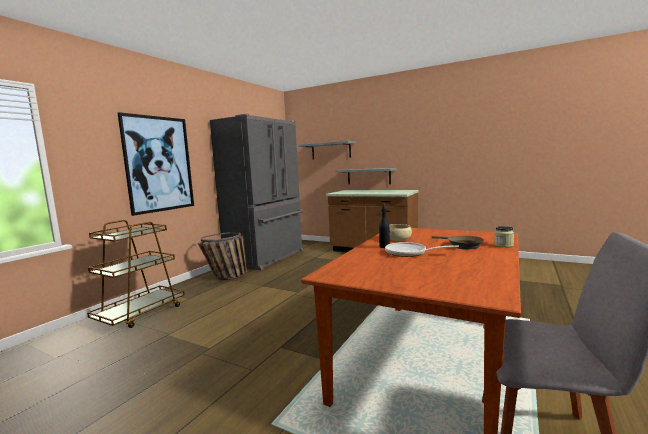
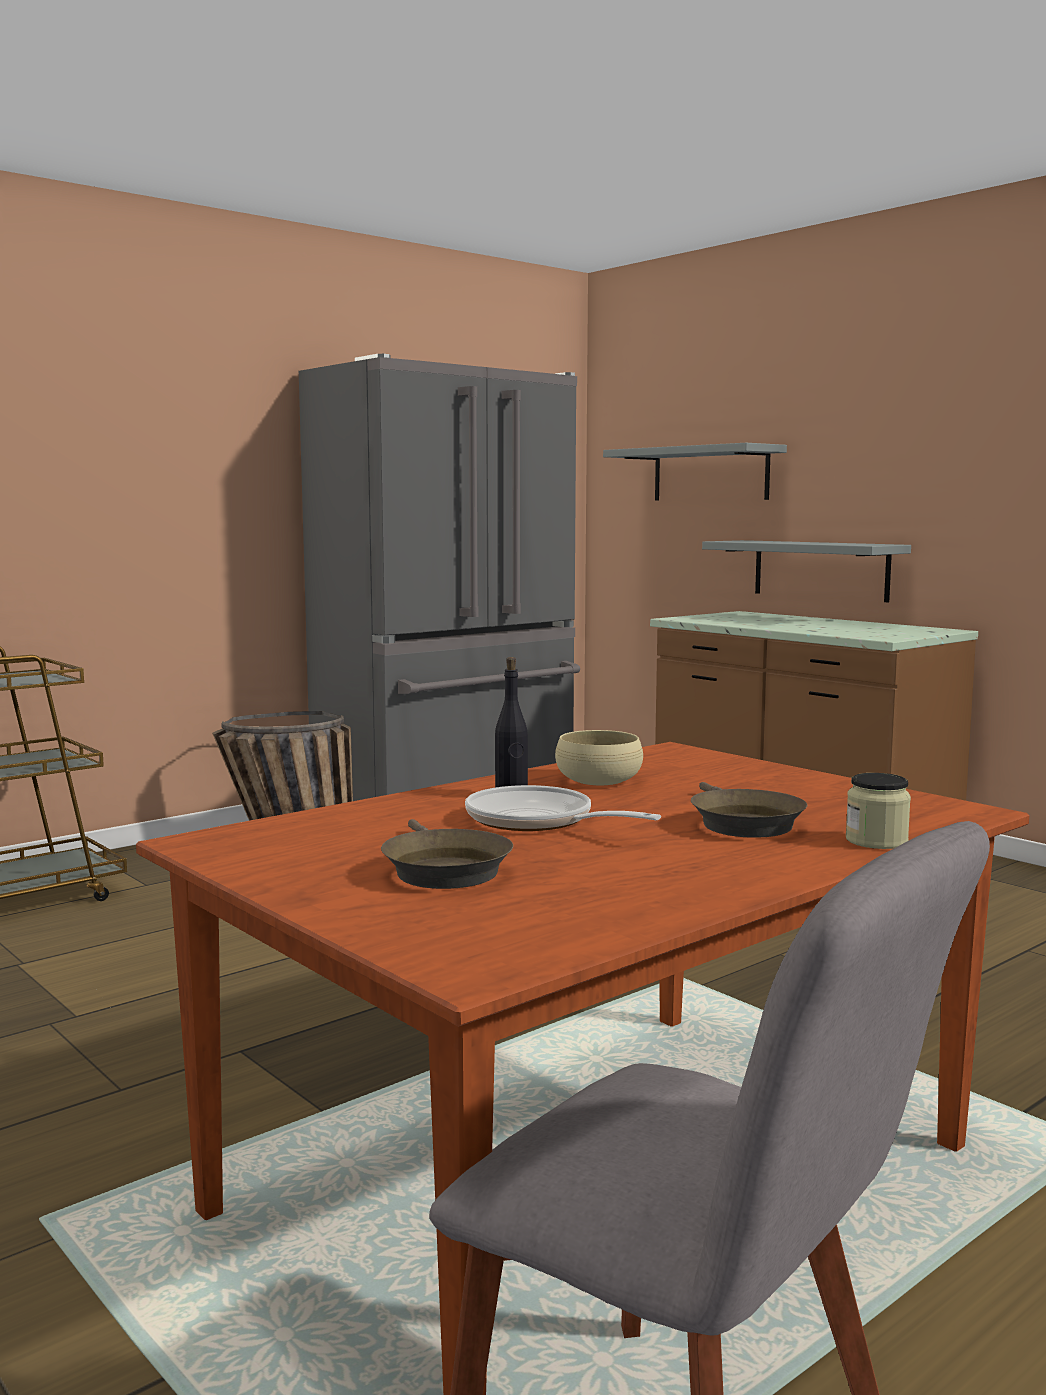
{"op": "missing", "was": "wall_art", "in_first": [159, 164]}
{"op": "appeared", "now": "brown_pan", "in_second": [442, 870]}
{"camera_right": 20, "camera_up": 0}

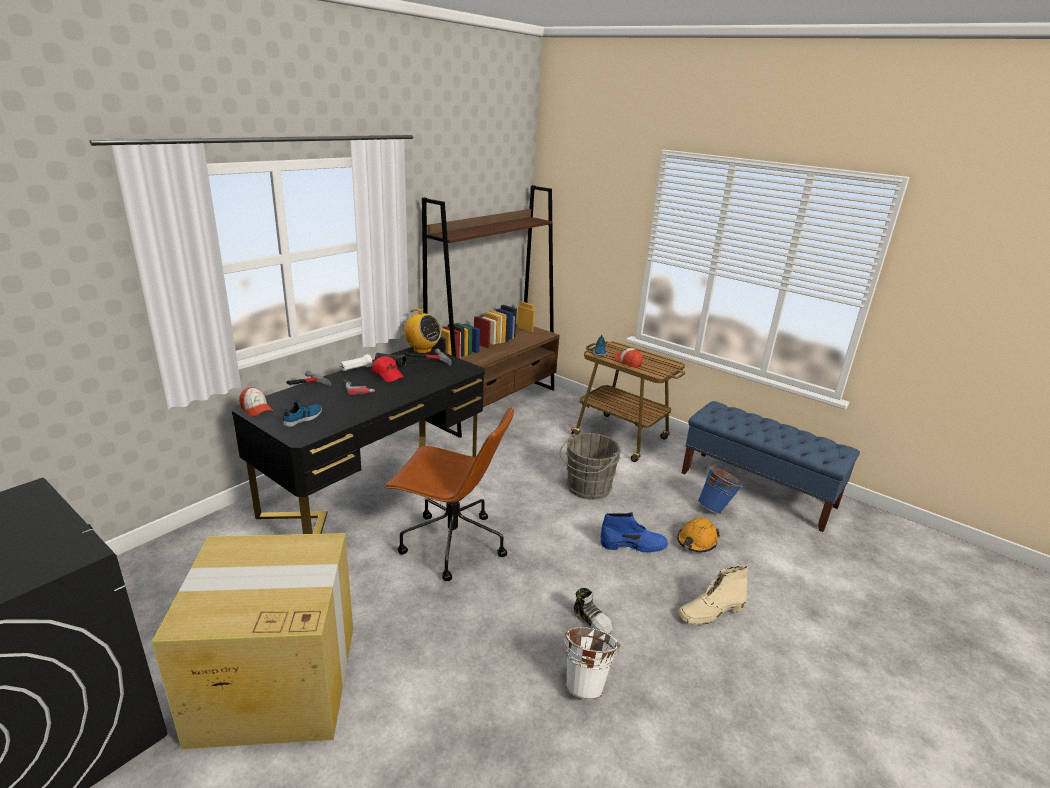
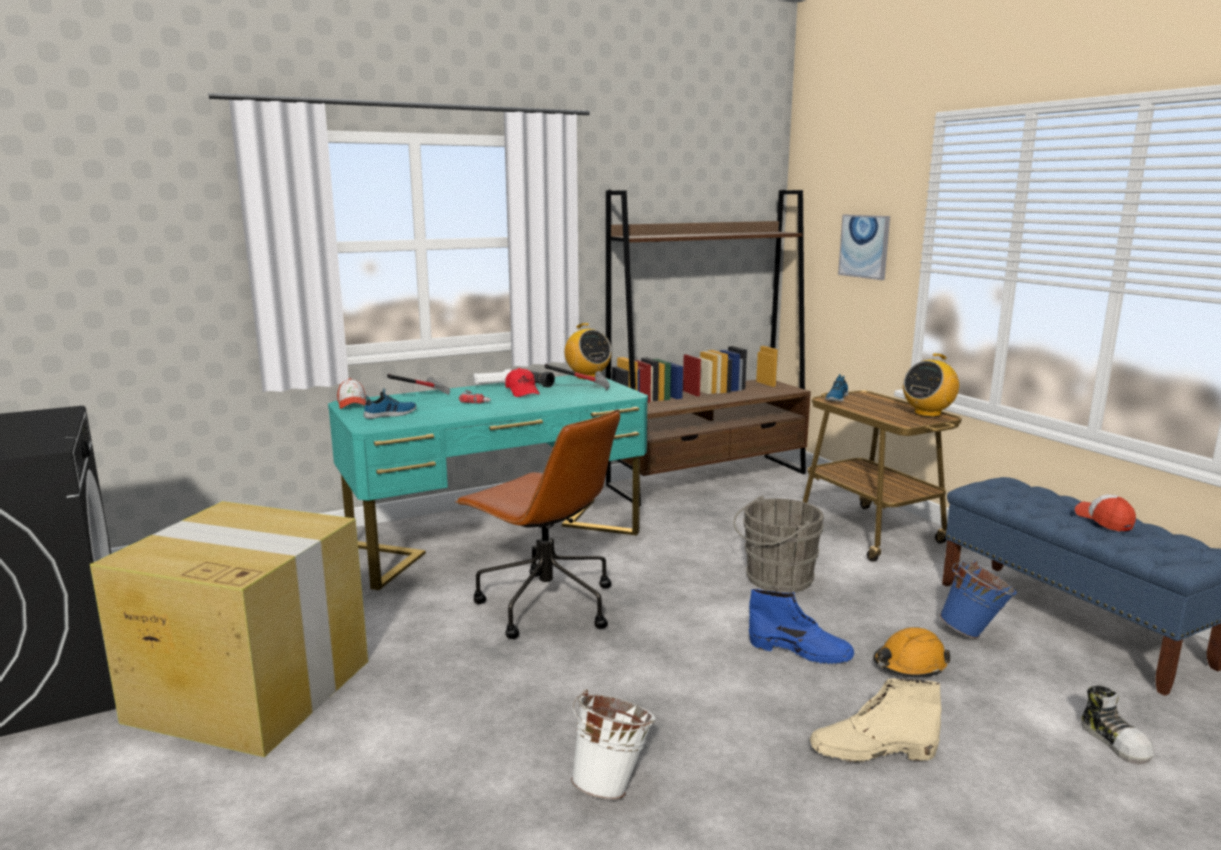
{"op": "colour", "was": "blackish_desk_table", "now": "blue-green_desk_table", "in_first": [375, 488], "in_second": [496, 539]}
{"op": "relocated", "was": "baseball_cap", "in_first": [627, 362], "in_second": [1104, 520]}
{"op": "relocated", "was": "item_of_footwear", "in_first": [592, 621], "in_second": [1115, 741]}
{"op": "appeared", "now": "wall_art", "in_second": [864, 246]}
{"op": "appeared", "now": "radio", "in_second": [927, 413]}
{"camera_right": 25, "camera_up": -10}

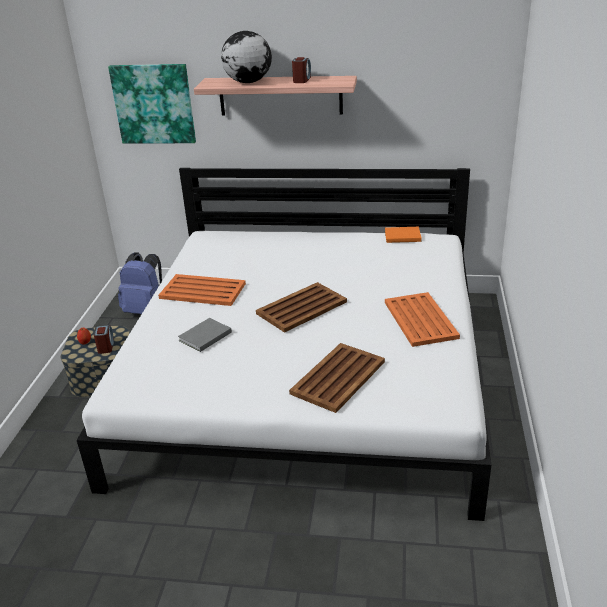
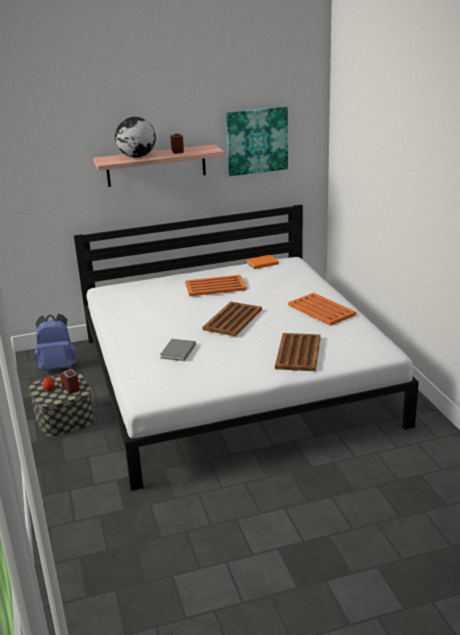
{"op": "relocated", "was": "wall_art", "in_first": [154, 104], "in_second": [257, 140]}
{"op": "relocated", "was": "orange_carrying_tray", "in_first": [202, 291], "in_second": [214, 286]}
{"camera_right": -25, "camera_up": -5}

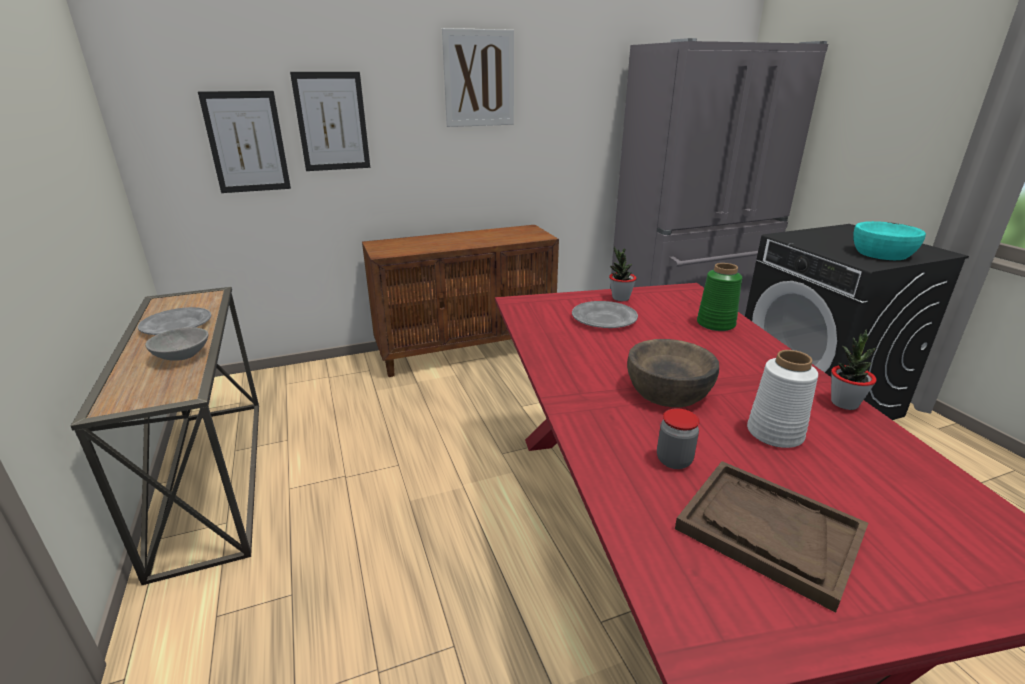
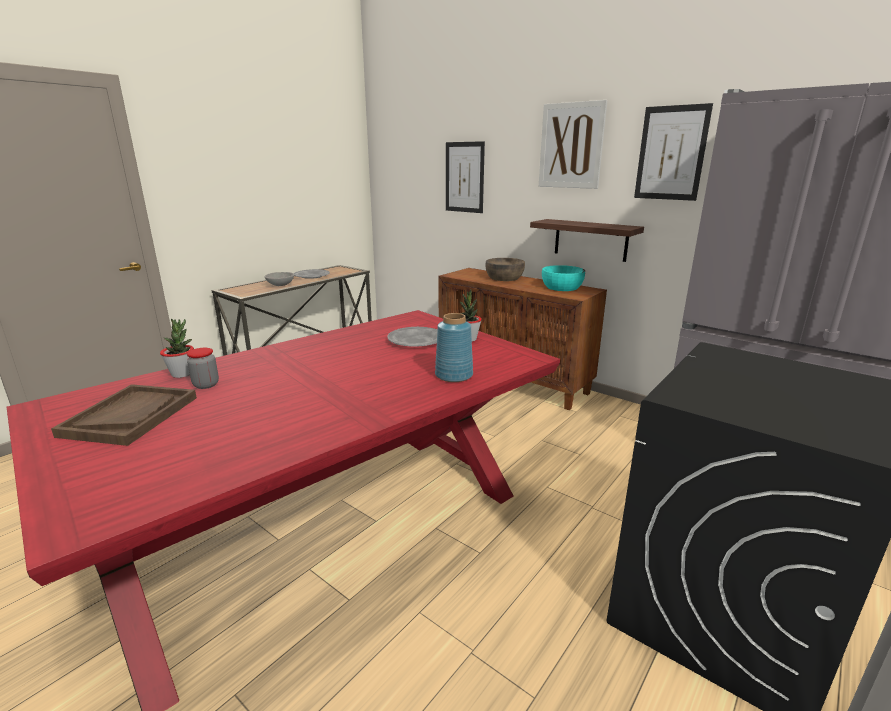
{"op": "relocated", "was": "wall_art", "in_first": [247, 142], "in_second": [671, 153]}
{"op": "relocated", "was": "blue-green_bowl", "in_first": [881, 253], "in_second": [562, 287]}
{"op": "colour", "was": "green-coloured_flower_vase", "now": "blue_flower_vase", "in_first": [715, 324], "in_second": [453, 375]}
{"op": "relocated", "was": "plant_in_a_pot", "in_first": [844, 403], "in_second": [182, 374]}
{"op": "relocated", "was": "brown_bowl", "in_first": [668, 390], "in_second": [504, 278]}
{"op": "missing", "was": "whitish_flower_vase", "in_first": [774, 433]}
{"op": "appeared", "now": "bracket_shelf", "in_second": [590, 240]}
{"camera_right": 60, "camera_up": -5}

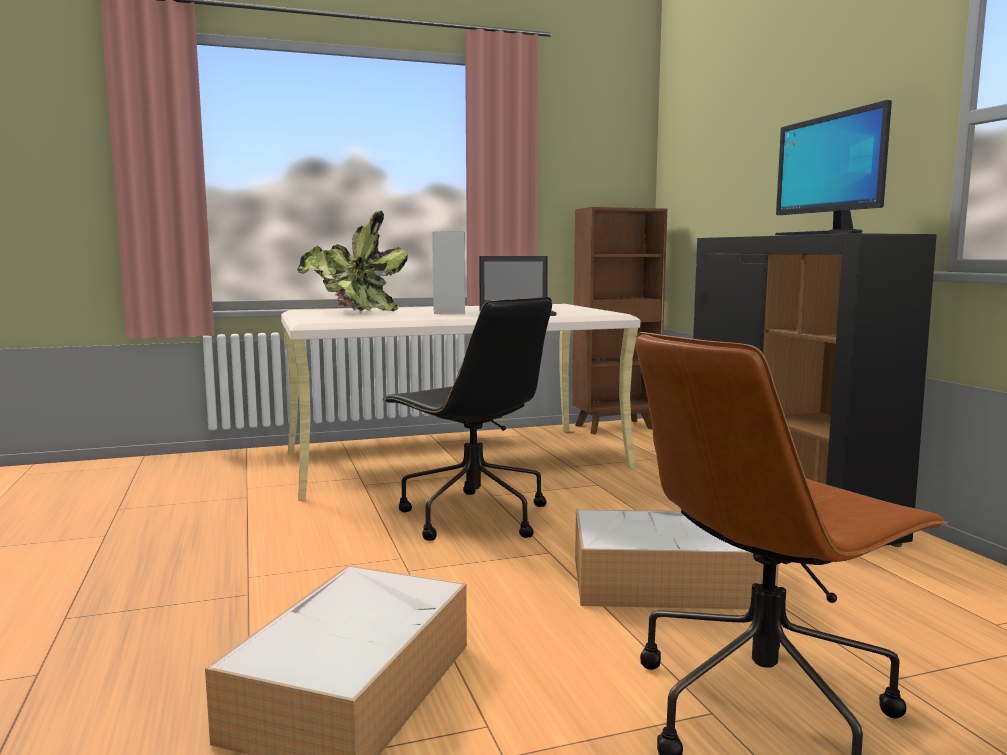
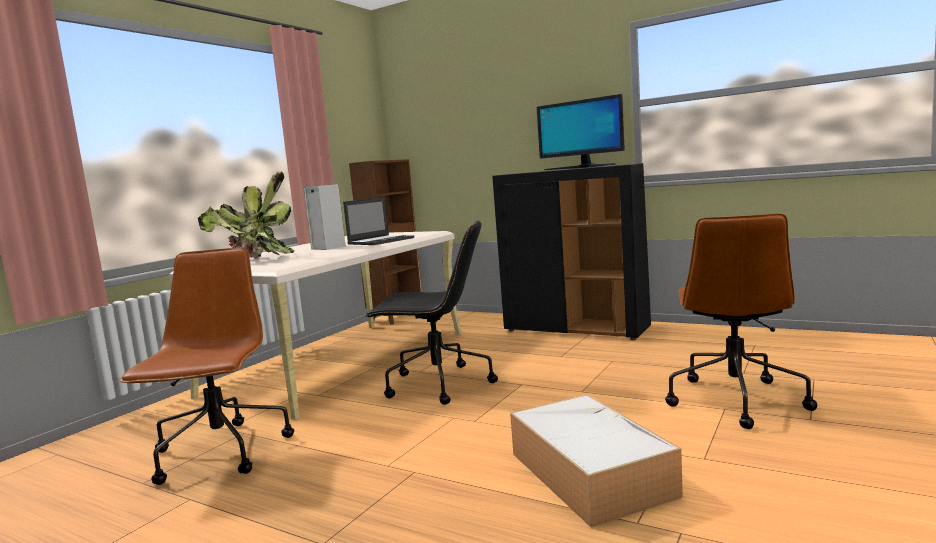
{"op": "missing", "was": "storage_box", "in_first": [664, 582]}
{"op": "appeared", "now": "brown_desk_chair", "in_second": [221, 453]}
{"camera_right": -40, "camera_up": 0}

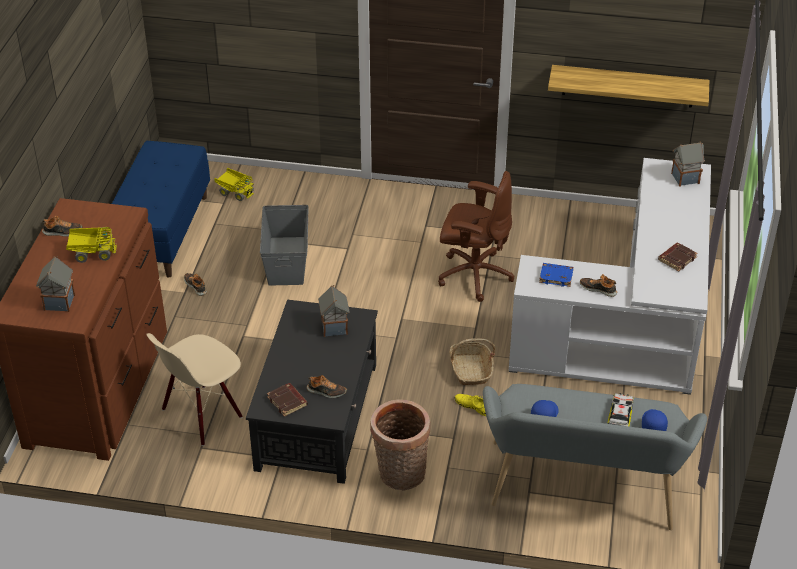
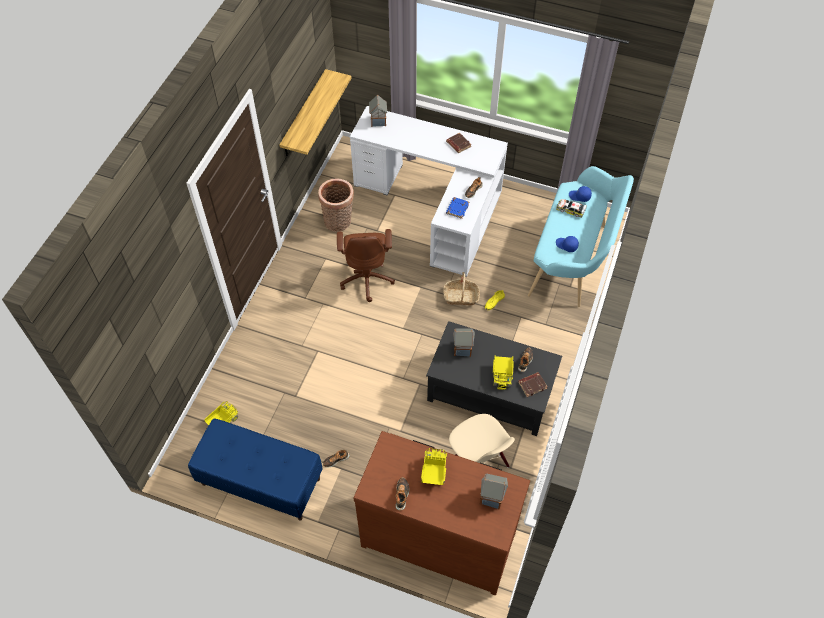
{"op": "spun", "was": "brown_desk_chair", "in_first": [474, 275], "in_second": [367, 278], "clockwise": 150}
{"op": "missing", "was": "gray_storage_box", "in_first": [287, 260]}
{"op": "colour", "was": "gray_long_seat", "now": "blue-green_long_seat", "in_first": [582, 492], "in_second": [573, 260]}
{"op": "relocated", "was": "storage_basket", "in_first": [400, 476], "in_second": [339, 222]}
{"op": "appeared", "now": "model_truck", "in_second": [502, 375]}
{"camera_right": -80, "camera_up": 15}

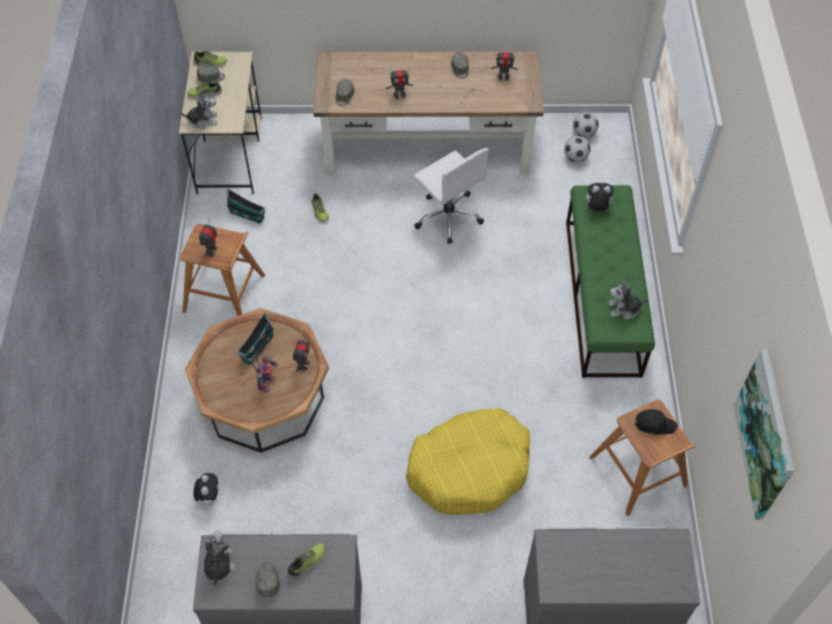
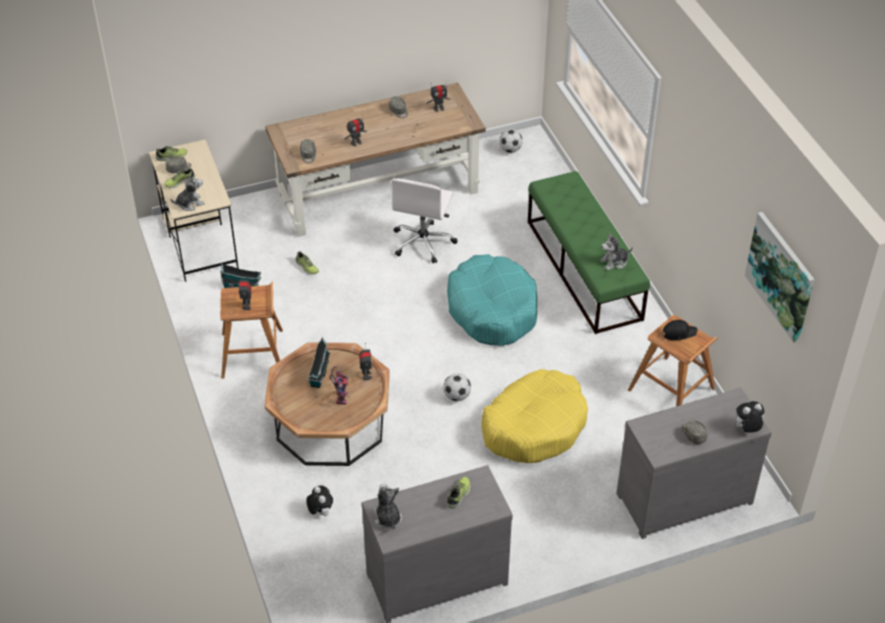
{"op": "relocated", "was": "ball_for_football", "in_first": [575, 158], "in_second": [457, 396]}
{"op": "spun", "was": "whitish_desk_chair", "in_first": [448, 216], "in_second": [423, 242], "clockwise": 75}
{"op": "relocated", "was": "soft_toy", "in_first": [596, 208], "in_second": [746, 429]}
{"op": "relocated", "was": "gray_baseball_cap", "in_first": [268, 580], "in_second": [693, 434]}
{"op": "appeared", "now": "blue-green_dog_cushion", "in_second": [492, 310]}
{"camera_right": -20, "camera_up": -10}

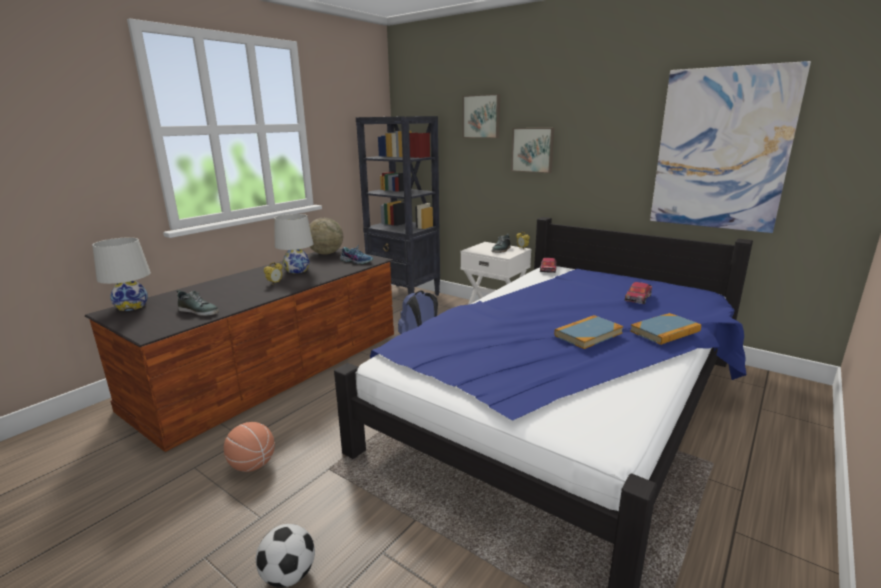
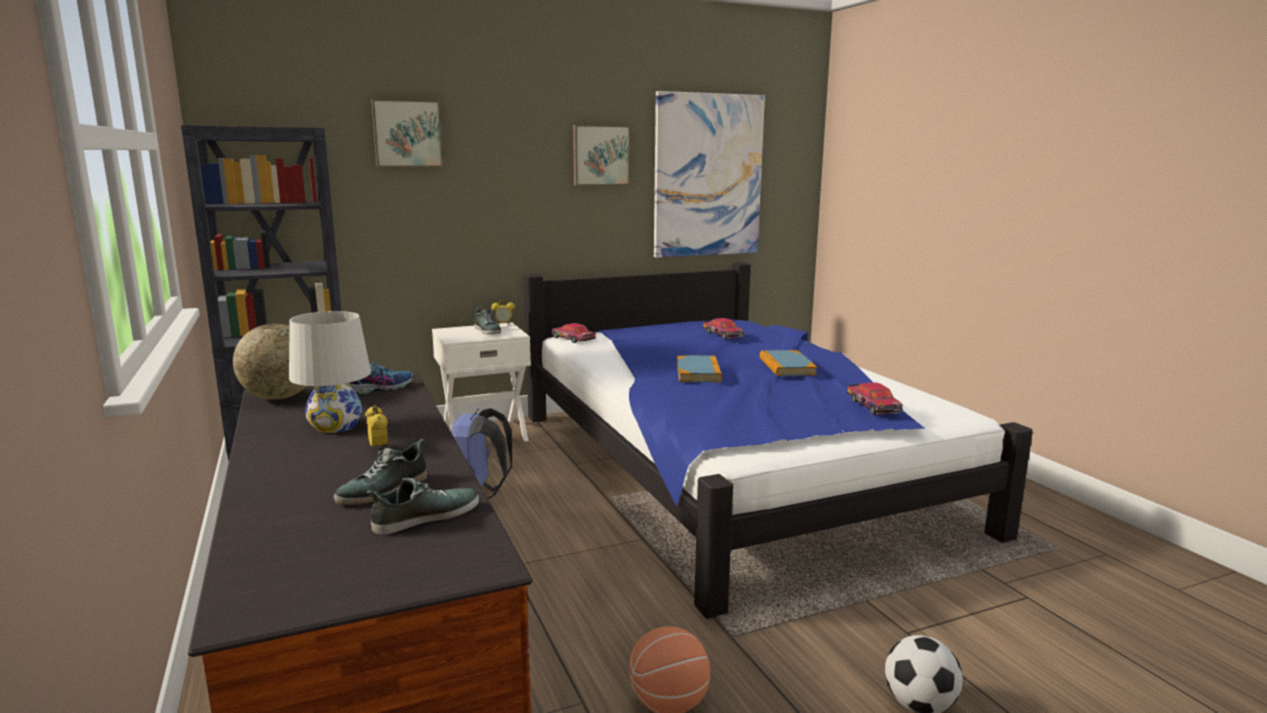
{"op": "relocated", "was": "wall_art", "in_first": [533, 150], "in_second": [600, 155]}
{"op": "missing", "was": "whitish_tabletop_lamp", "in_first": [132, 306]}
{"op": "relocated", "was": "volume", "in_first": [665, 331], "in_second": [698, 372]}
{"op": "appeared", "now": "toy_car", "in_second": [873, 406]}
{"op": "appeared", "now": "item_of_footwear", "in_second": [384, 490]}
{"camera_right": -60, "camera_up": -5}

